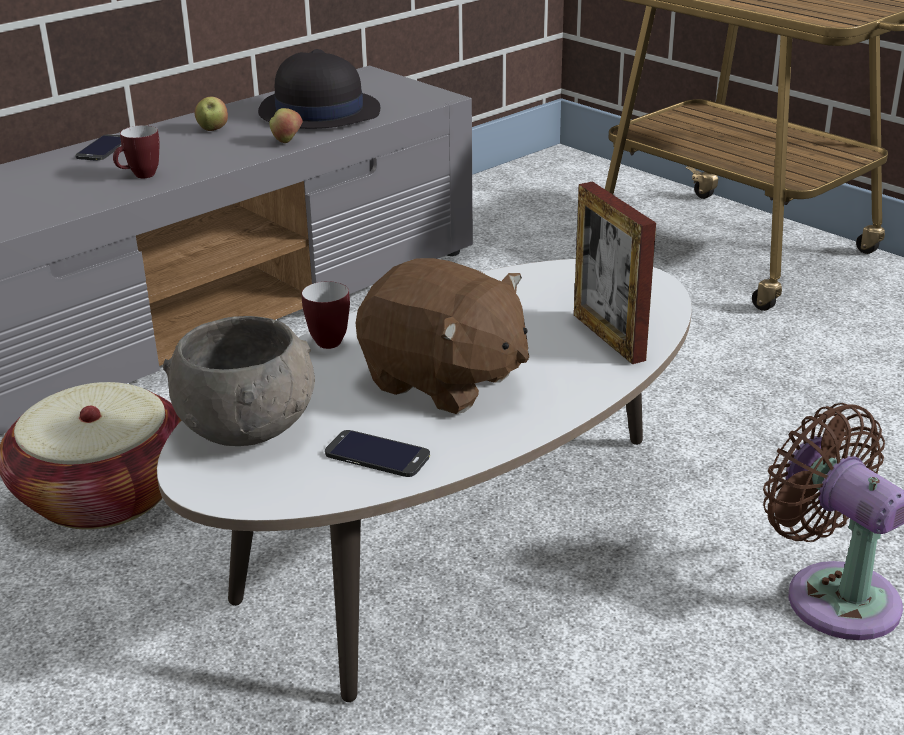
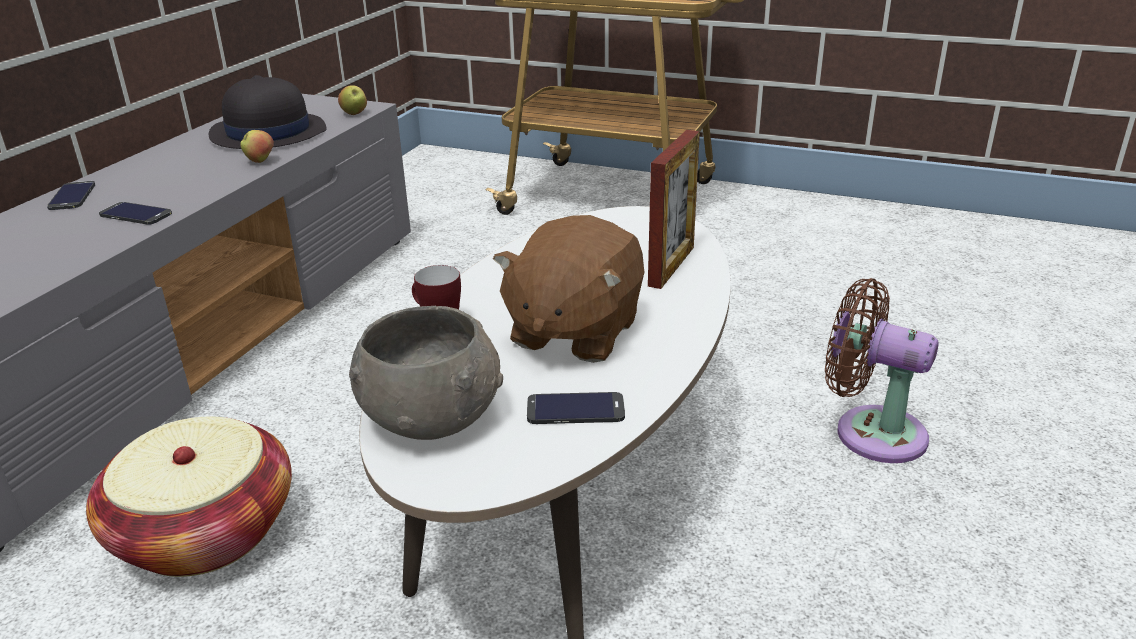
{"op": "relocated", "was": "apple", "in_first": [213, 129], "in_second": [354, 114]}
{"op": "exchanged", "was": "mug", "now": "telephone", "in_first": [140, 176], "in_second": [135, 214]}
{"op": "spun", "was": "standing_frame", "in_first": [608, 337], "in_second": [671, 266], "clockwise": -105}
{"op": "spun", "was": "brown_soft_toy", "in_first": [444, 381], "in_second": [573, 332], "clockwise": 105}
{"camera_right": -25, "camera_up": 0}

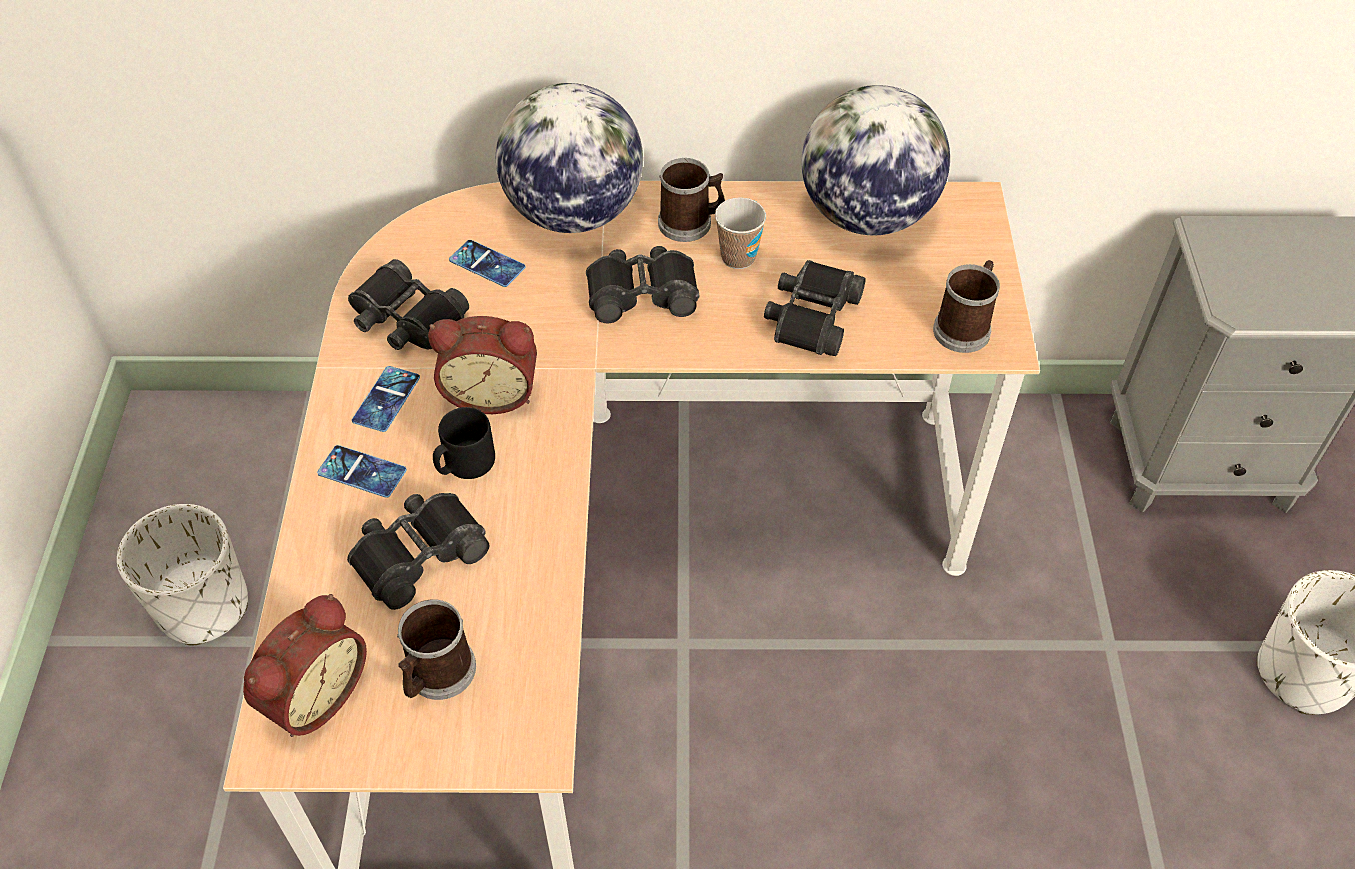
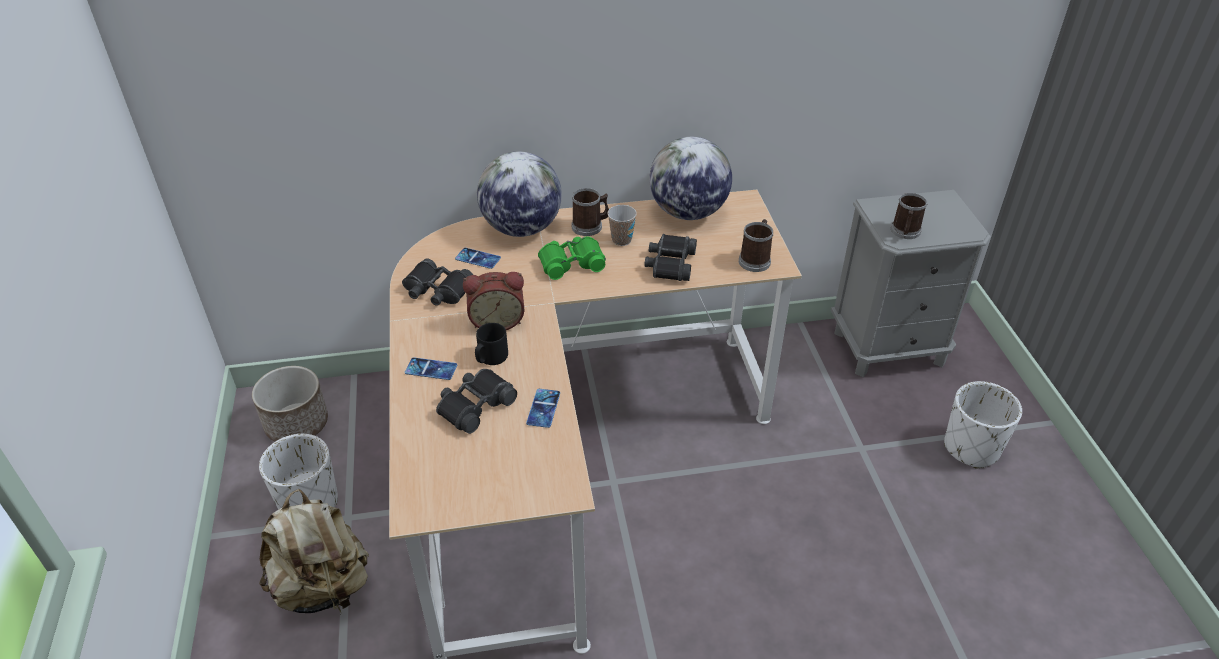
{"op": "colour", "was": "blackish_pair_of_binoculars", "now": "green-coloured_pair_of_binoculars", "in_first": [642, 293], "in_second": [571, 263]}
{"op": "relocated", "was": "telephone", "in_first": [386, 399], "in_second": [543, 408]}
{"op": "missing", "was": "alarm_clock", "in_first": [312, 694]}
{"op": "relocated", "was": "mug", "in_first": [436, 675], "in_second": [905, 232]}
{"op": "appeared", "now": "plant_pot", "in_second": [297, 423]}
{"op": "appeared", "now": "beige-coloured_rucksack", "in_second": [323, 587]}
{"camera_right": -10, "camera_up": -10}

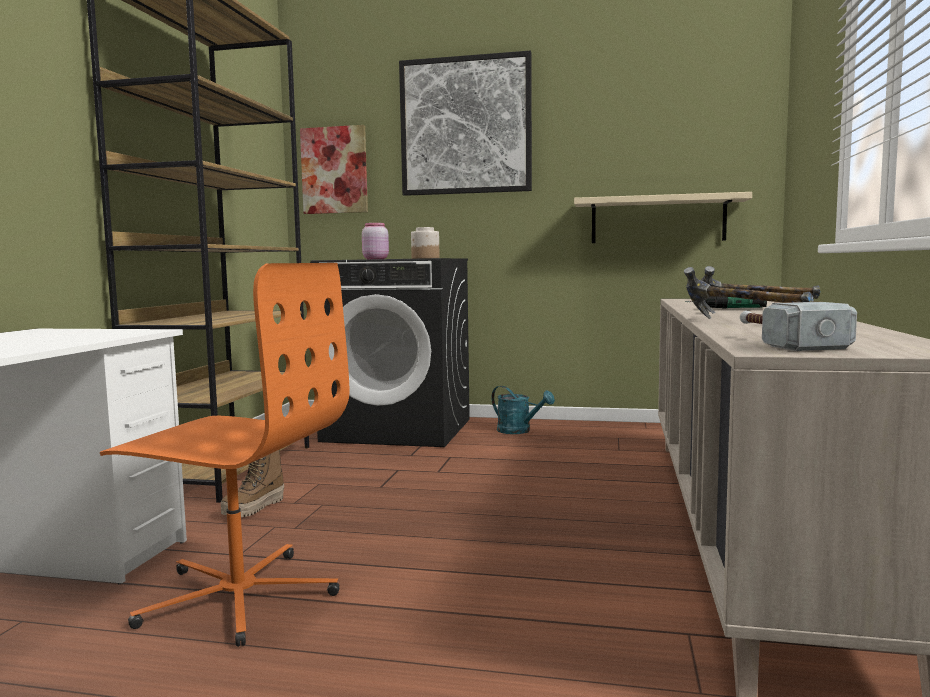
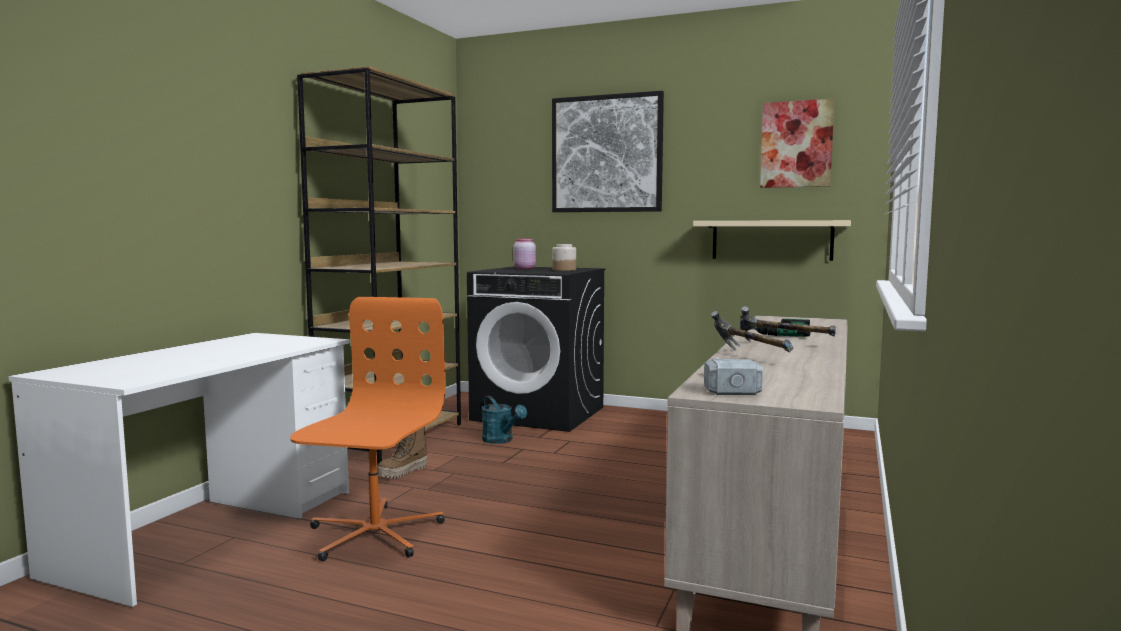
{"op": "relocated", "was": "wall_art", "in_first": [334, 170], "in_second": [796, 144]}
{"op": "spun", "was": "orange_desk_chair", "in_first": [238, 596], "in_second": [373, 534], "clockwise": -105}
{"op": "relocated", "was": "blue-green_watering_pot", "in_first": [519, 431], "in_second": [501, 440]}
{"camera_right": 10, "camera_up": 0}

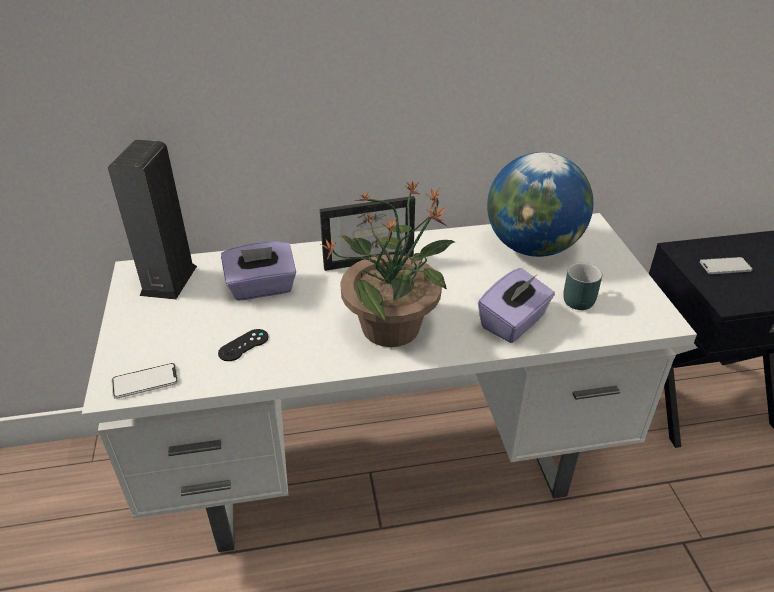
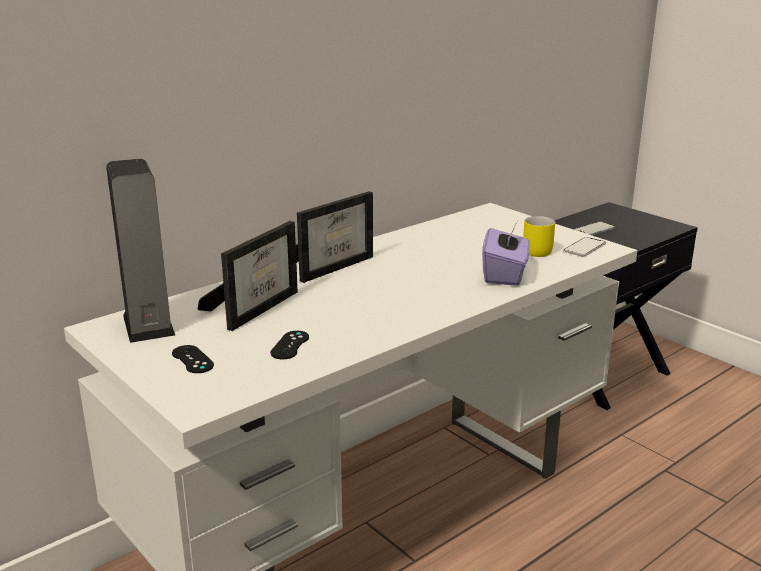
{"op": "missing", "was": "world_globe", "in_first": [532, 247]}
{"op": "missing", "was": "plant_in_a_pot", "in_first": [393, 327]}
{"op": "exchanged", "was": "purplish_tissue_box", "now": "standing_frame", "in_first": [262, 288], "in_second": [256, 307]}
{"op": "colour", "was": "blue-green_mug", "now": "yellow_mug", "in_first": [579, 298], "in_second": [536, 250]}
{"op": "relocated", "was": "telephone", "in_first": [145, 381], "in_second": [584, 248]}
{"op": "appeared", "now": "blackish_game_controller", "in_second": [192, 359]}
{"camera_right": -30, "camera_up": -15}

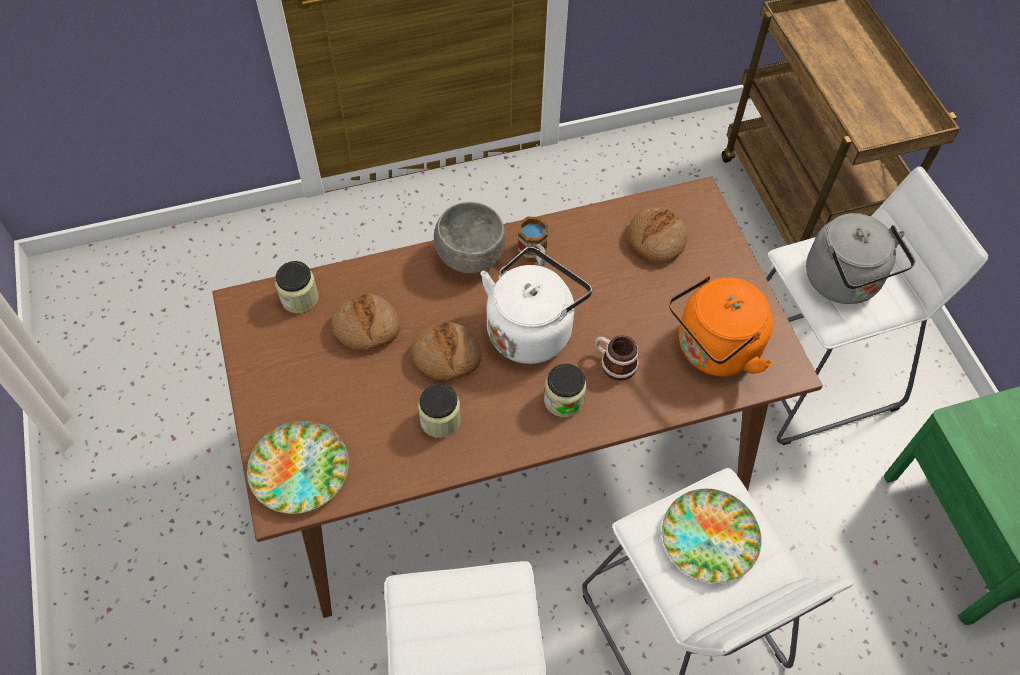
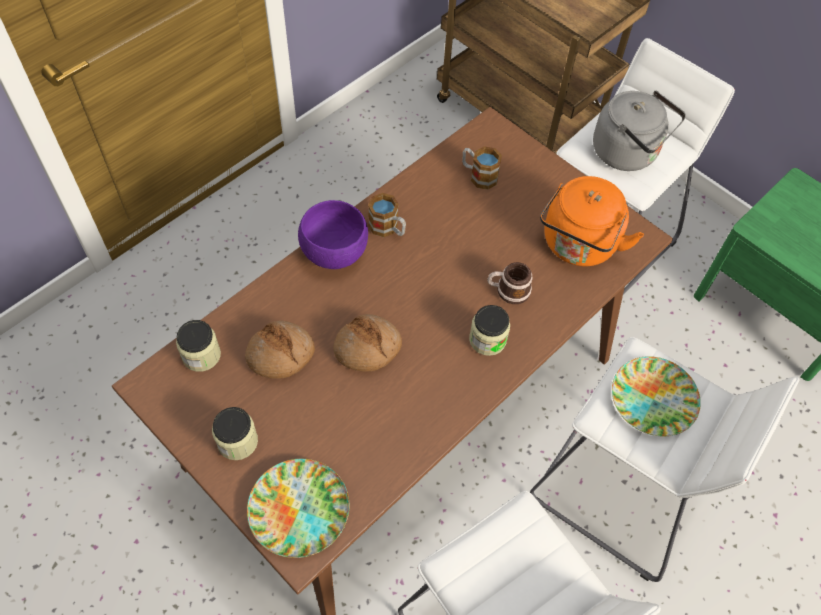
{"op": "colour", "was": "gray_bowl", "now": "purplish_bowl", "in_first": [470, 258], "in_second": [334, 254]}
{"op": "exchanged", "was": "bread", "now": "mug", "in_first": [656, 240], "in_second": [478, 175]}
{"op": "missing", "was": "whitish_water_kettle", "in_first": [532, 329]}
{"op": "relocated", "was": "preserve_jar", "in_first": [440, 420], "in_second": [237, 441]}
{"camera_right": -30, "camera_up": 0}

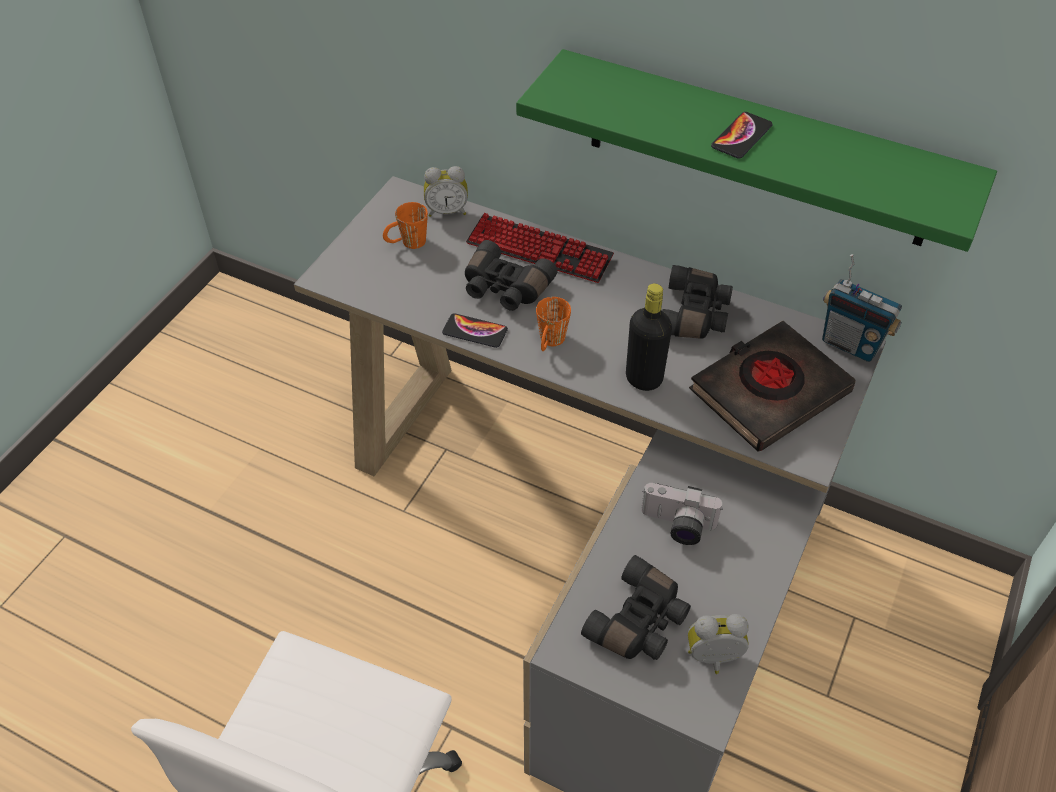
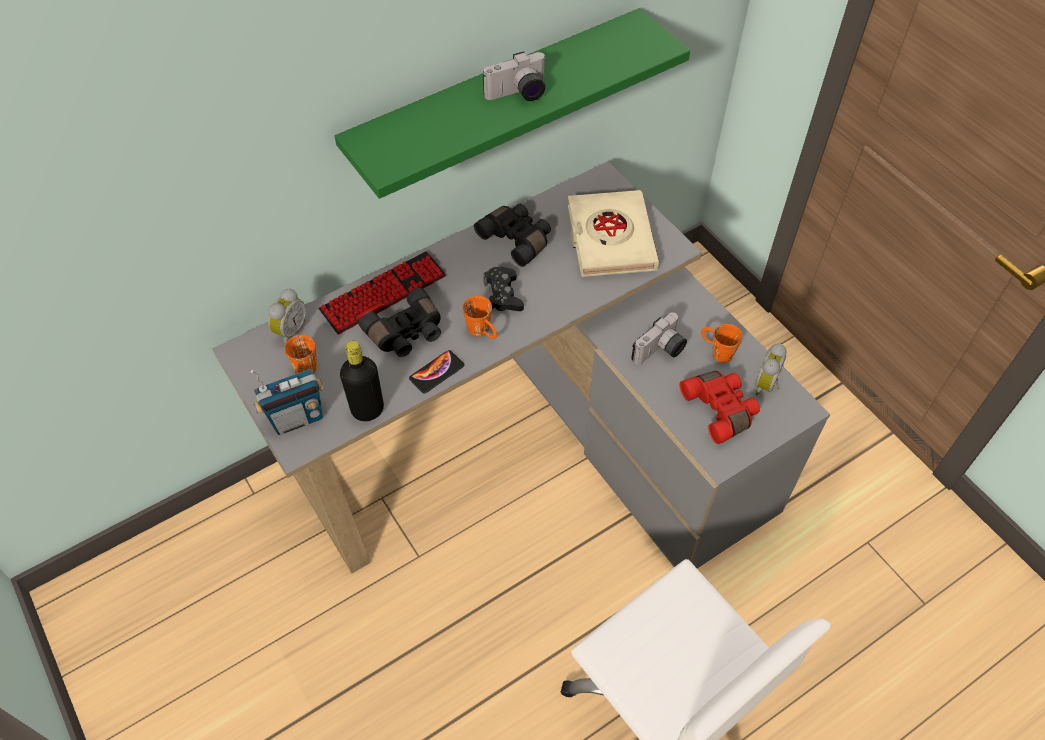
{"op": "exchanged", "was": "telephone", "now": "still_camera", "in_first": [741, 136], "in_second": [518, 94]}
{"op": "relocated", "was": "radio", "in_first": [850, 344], "in_second": [297, 418]}
{"op": "relocated", "was": "blackish_beverage_bottle", "in_first": [644, 378], "in_second": [367, 410]}
{"op": "colour", "was": "blackish_volume", "now": "beige-coloured_volume", "in_first": [768, 391], "in_second": [610, 239]}
{"op": "colour", "was": "blackish_pair_of_binoculars", "now": "red_pair_of_binoculars", "in_first": [640, 622], "in_second": [721, 409]}
{"op": "appeared", "now": "blackish_game_controller", "in_second": [503, 295]}
{"op": "appeared", "now": "orange_mug", "in_second": [716, 351]}
{"camera_right": -60, "camera_up": 5}

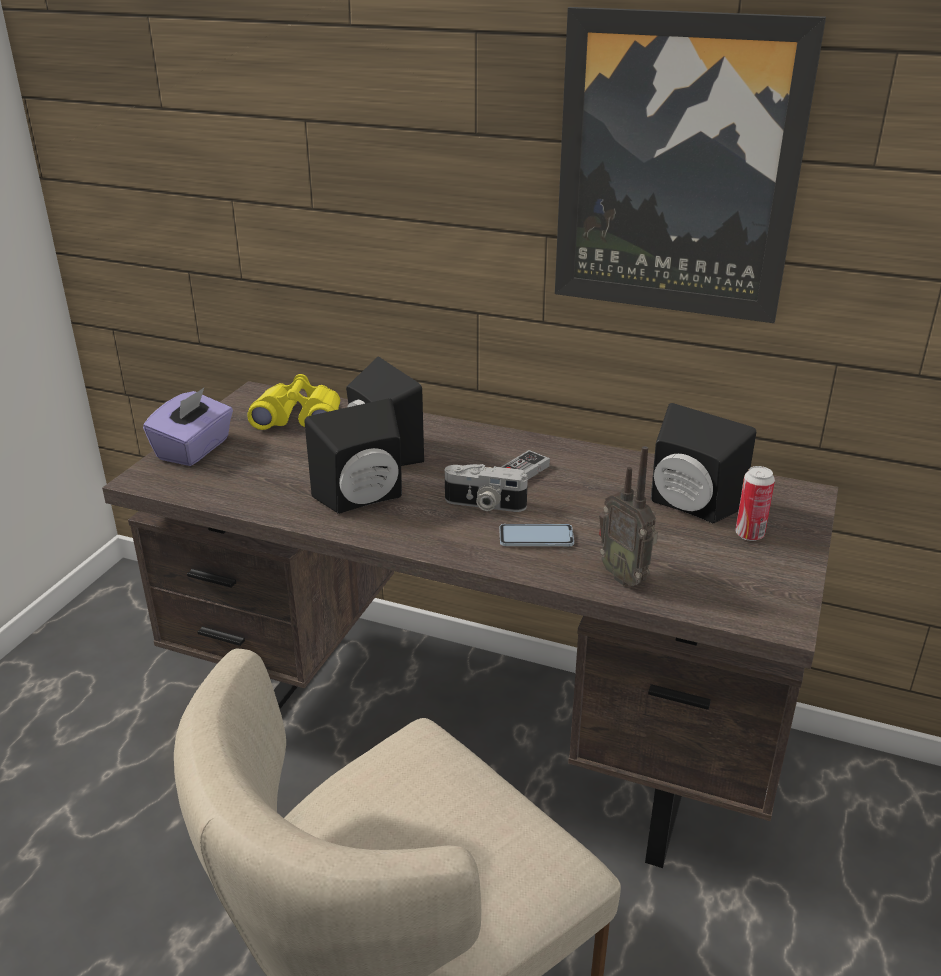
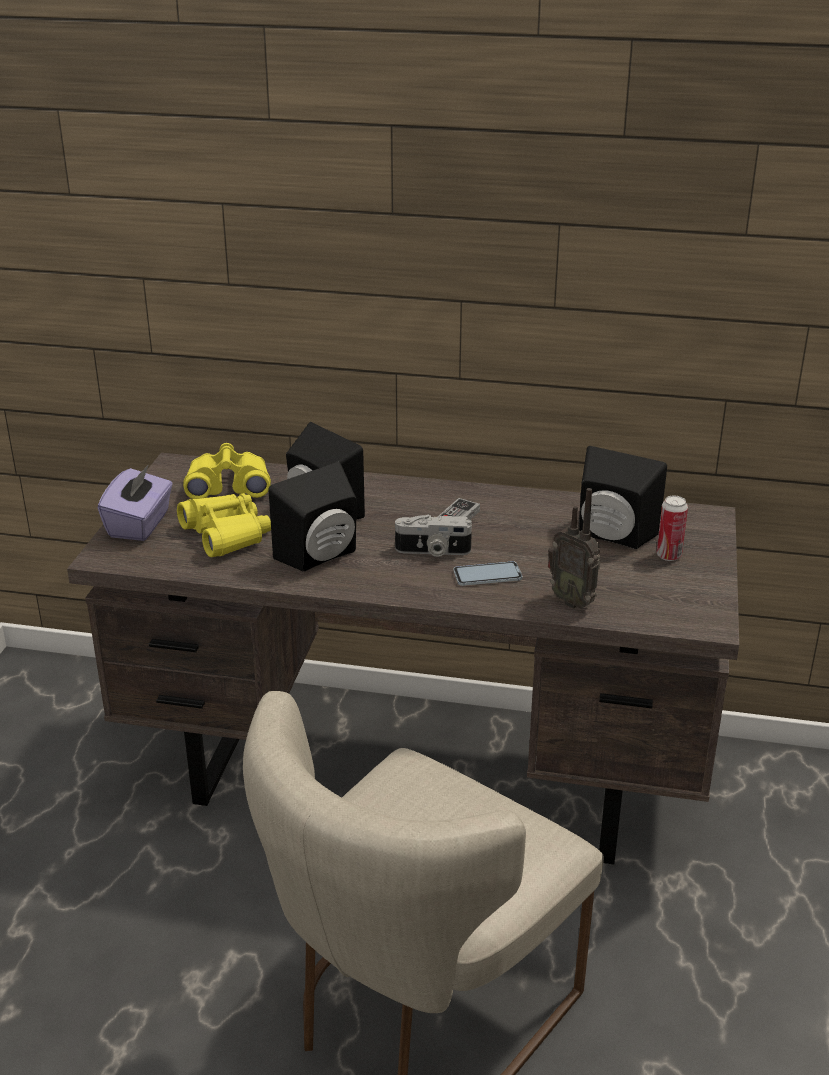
{"op": "missing", "was": "wall_art", "in_first": [677, 168]}
{"op": "appeared", "now": "yellow_pair_of_binoculars", "in_second": [226, 534]}
{"camera_right": -10, "camera_up": 0}

